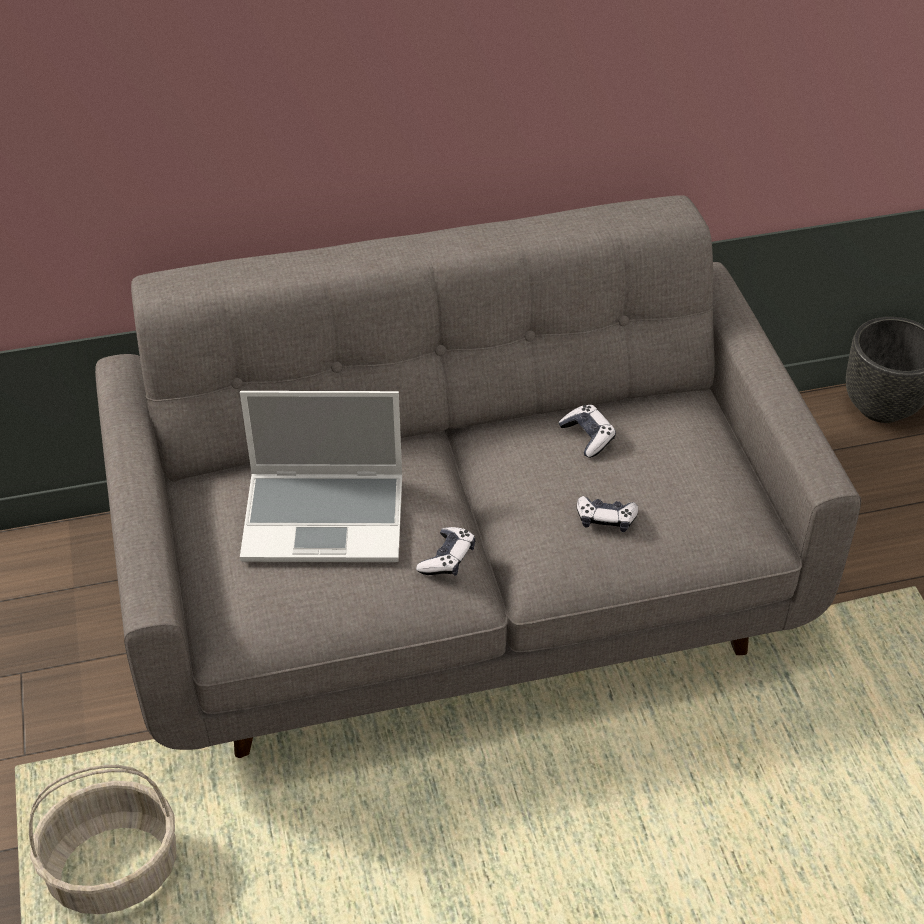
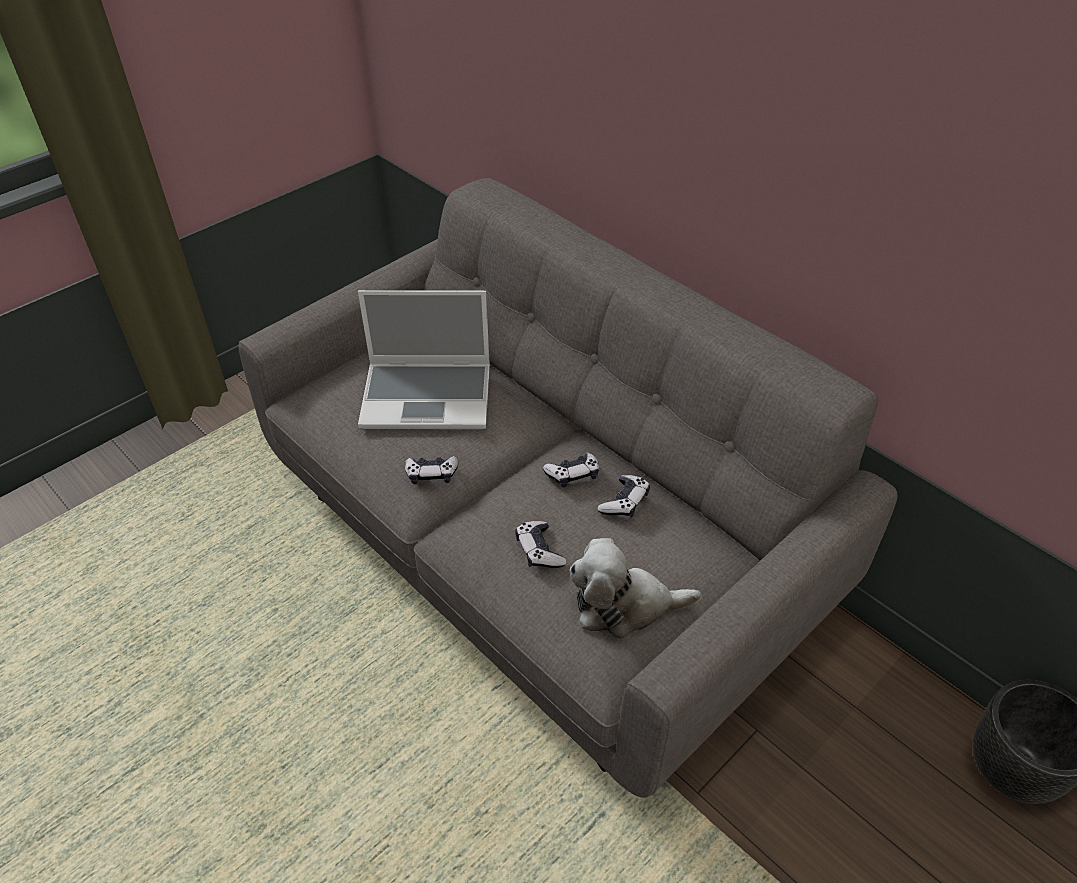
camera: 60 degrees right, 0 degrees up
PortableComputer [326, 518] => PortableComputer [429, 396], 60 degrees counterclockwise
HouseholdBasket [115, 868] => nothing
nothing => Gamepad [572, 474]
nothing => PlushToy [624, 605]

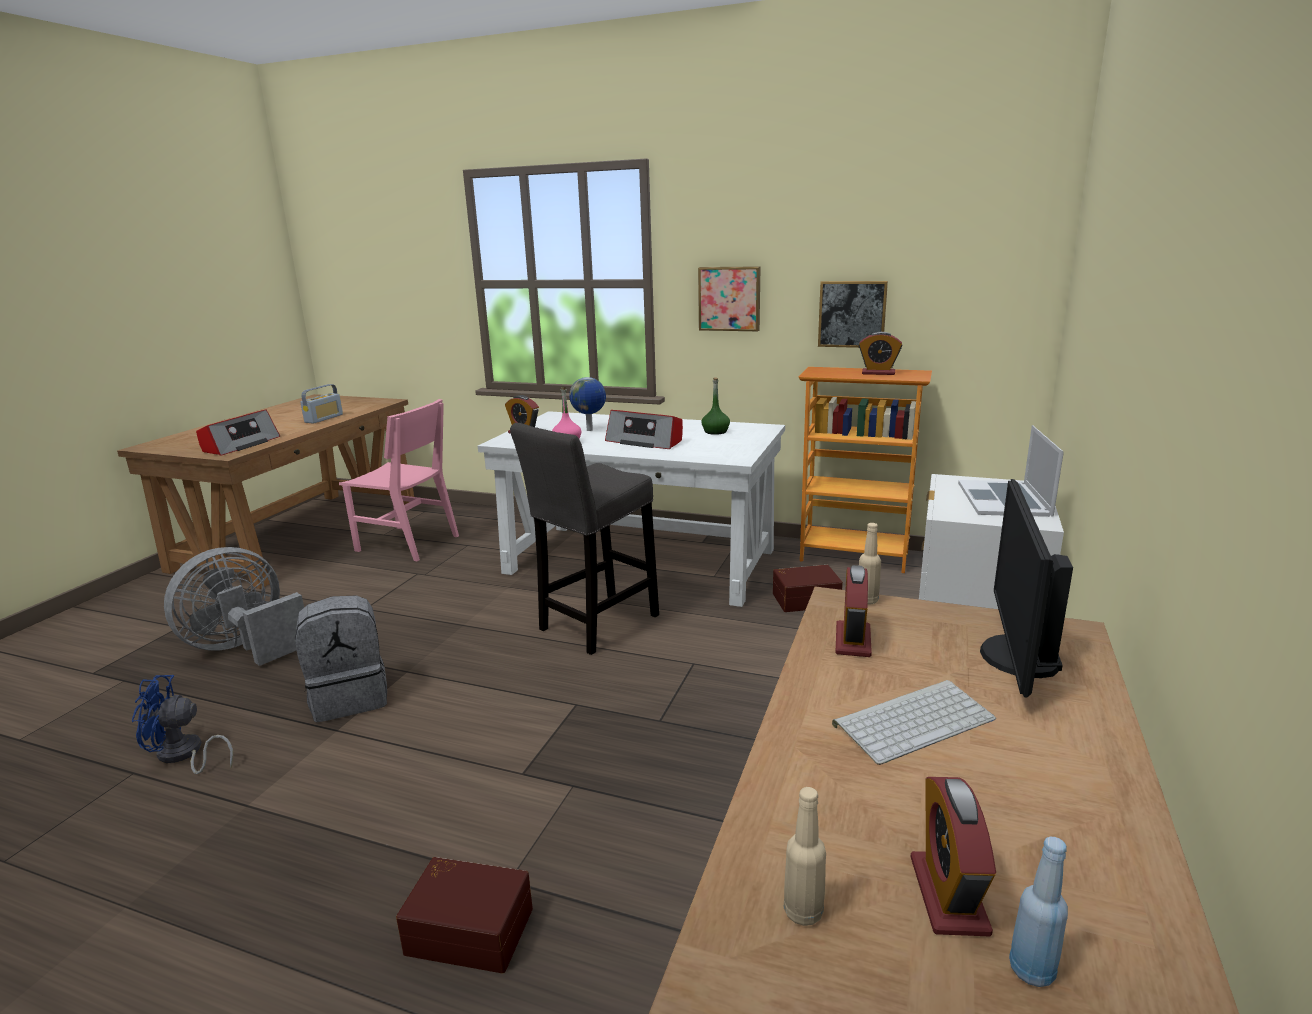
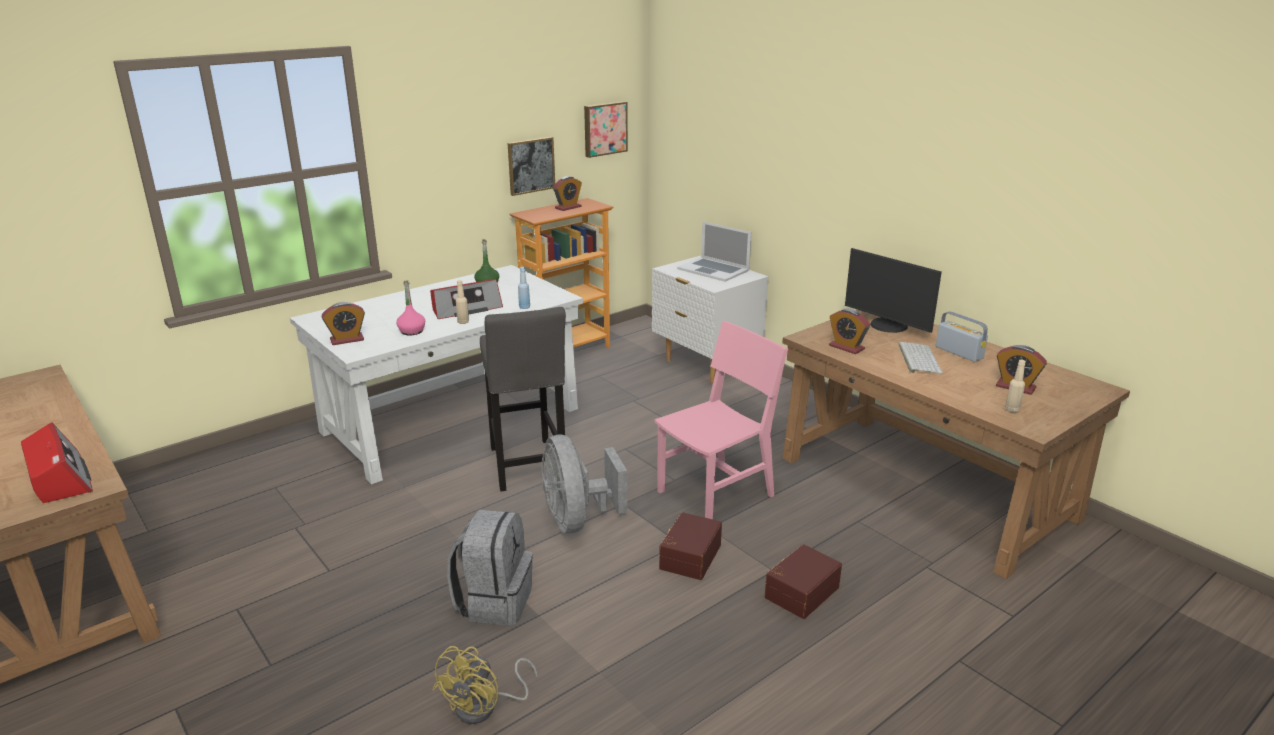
camera: 60 degrees left, 5 degrees up
Picture [730, 298] => Picture [604, 128], moved
WorldGlobe [590, 430] => nothing
RadioSet [324, 418] => RadioSet [959, 352], moved
PinkishUprightChair [407, 543] => PinkishUprightChair [715, 493], moved
SandColouredDrinkBottle [867, 600] => SandColouredDrinkBottle [463, 322], moved
GrayFan [245, 647] => GrayFan [577, 520], moved
BrownishStorageBox [805, 599] => BrownishStorageBox [688, 556], moved
BlueFan [184, 755] => YellowFan [484, 707]
BlueDrinkBottle [1031, 970] => BlueDrinkBottle [524, 307], moved

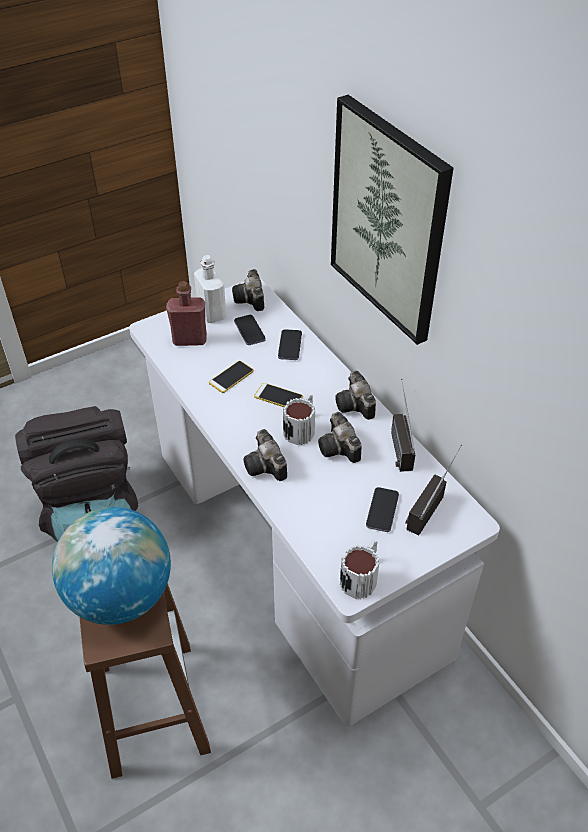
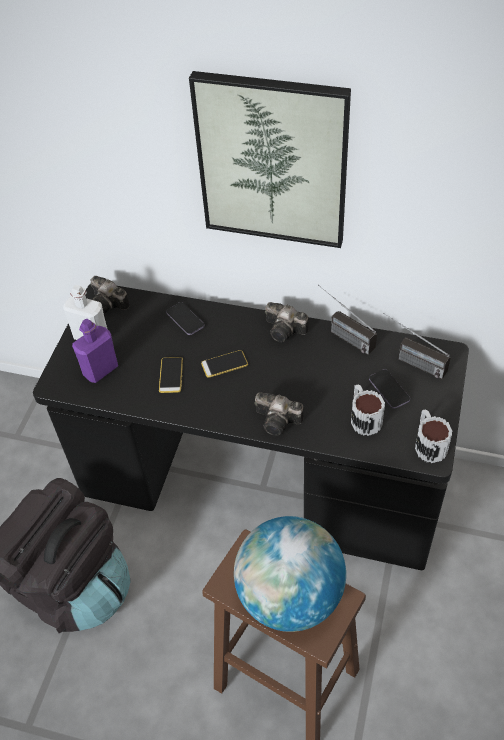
camera: 40 degrees left, 5 degrees up
WhiteColouredDeskTable [295, 549] => BlackishDeskTable [260, 483]
RedDrinkBottle [189, 340] => PurpleDrinkBottle [100, 370]
Phone [249, 331] => nothing
CoffeeMug [301, 428] => CoffeeMug [363, 417], moved
PhotoCamera [340, 449] => nothing
RadioSet [430, 502] => RadioSet [410, 360], 45 degrees counterclockwise

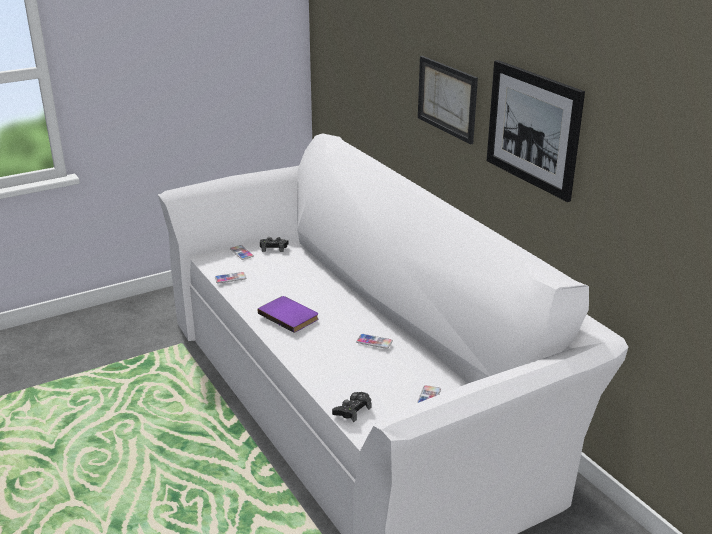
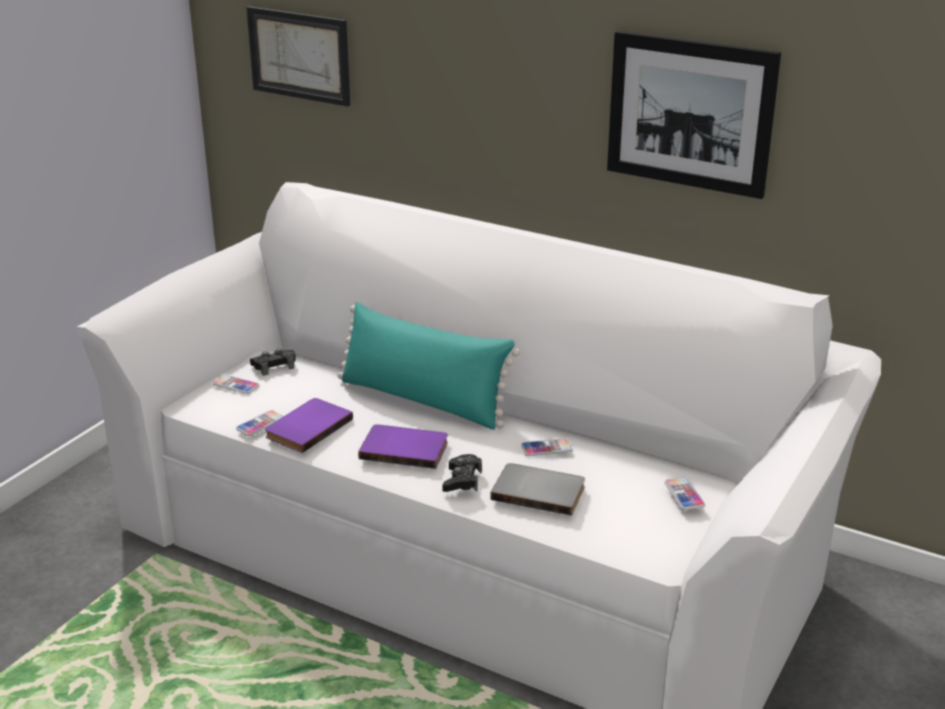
camera: 30 degrees left, 0 degrees up
Picture [447, 98] => Picture [299, 55], moved
BlackishGamepad [352, 410] => BlackishGamepad [462, 480], moved
nothing => TurquoisePillow [423, 400]
nothing => PurpleVolume [307, 427]
nothing => GrayVolume [539, 491]

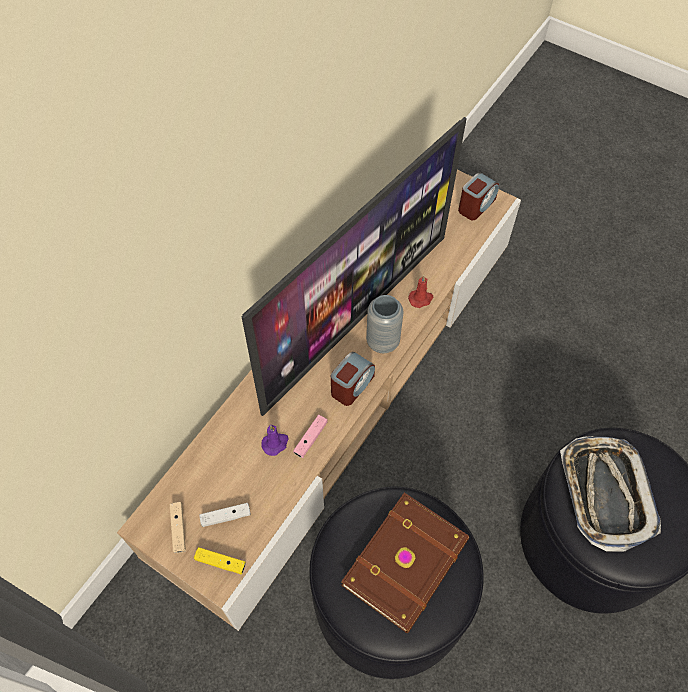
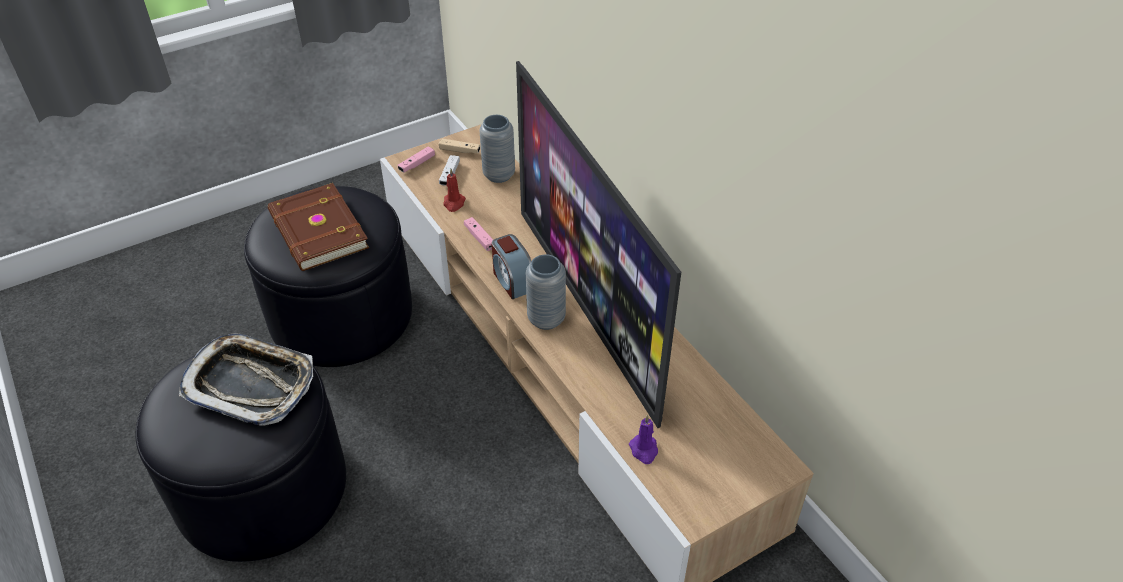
camera: 115 degrees right, 15 degrees down
TableClock [476, 205] => nothing
RedWaxLight [421, 299] => RedWaxLight [454, 203], moved
PurpleWaxLight [275, 443] => PurpleWaxLight [644, 450], moved
YellowGamepad [220, 562] => PinkishGamepad [417, 164]
nothing => GrayFlowerVase [499, 175]

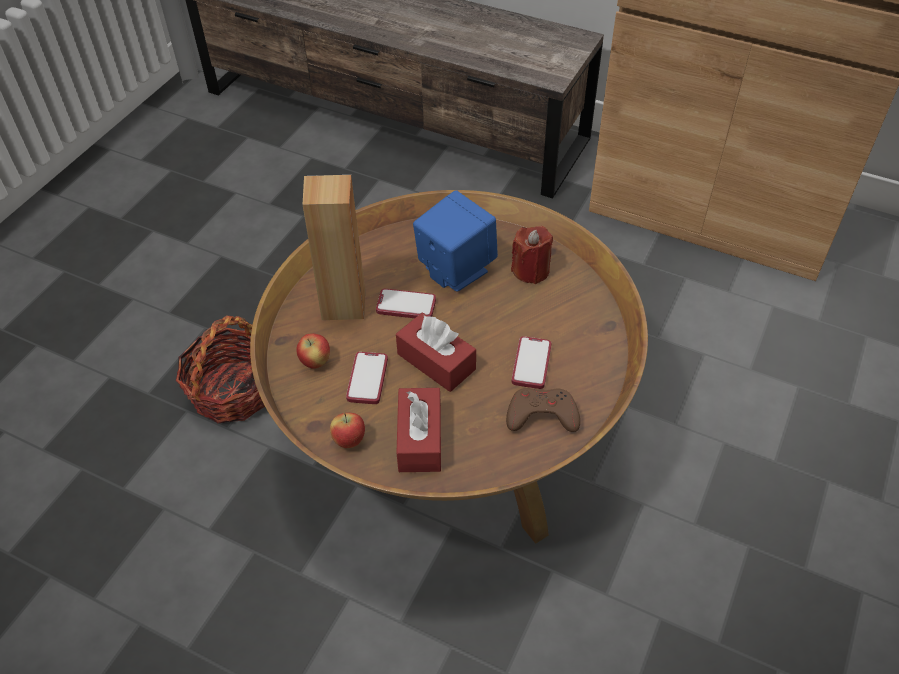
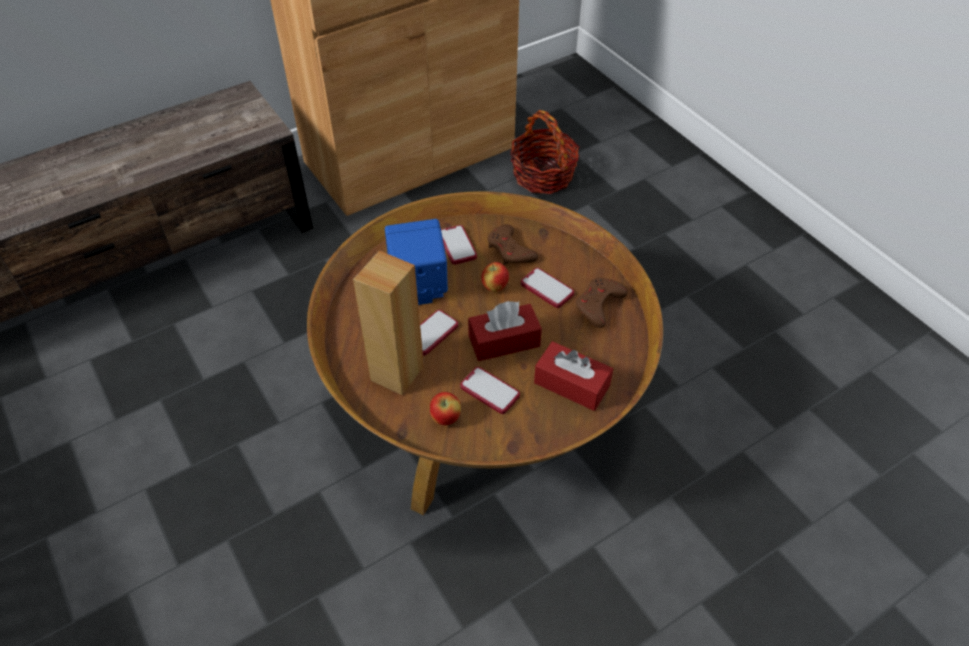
camera: 60 degrees left, 0 degrees up
RedWaxLight [531, 270] => Phone [457, 246]
HouseholdBasket [233, 391] => HouseholdBasket [543, 175], moved
AppleFruit [349, 441] => AppleFruit [495, 287], moved
nothing => BrownishGamepad [510, 250]

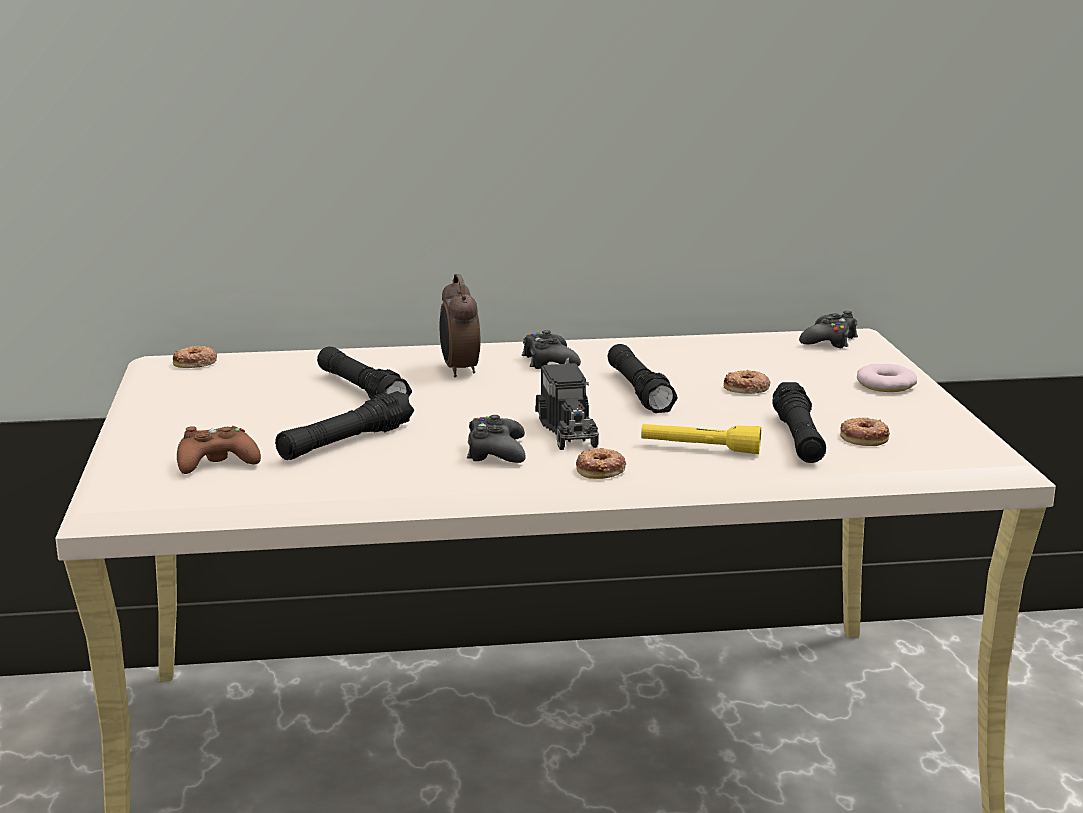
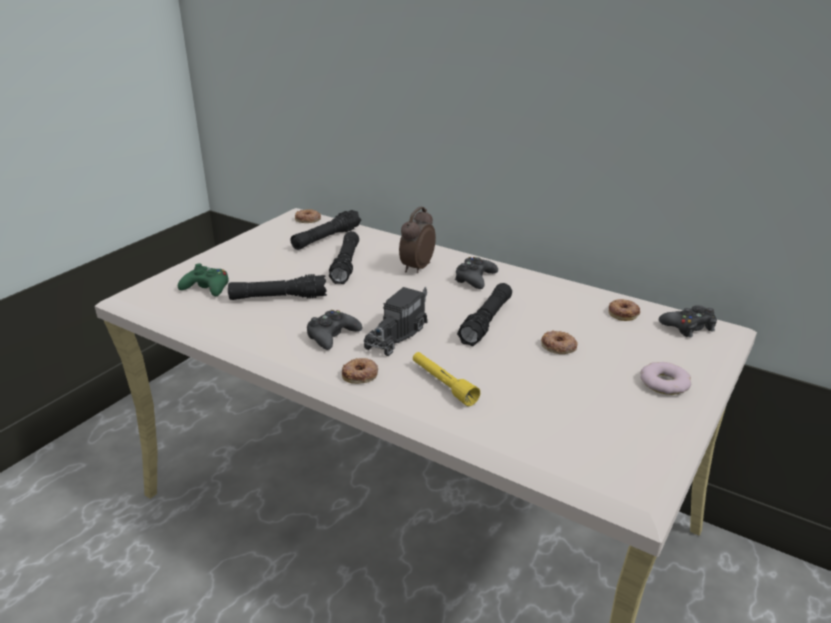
camera: 40 degrees right, 10 degrees up
BlackishHandTorch [798, 438] => BlackishHandTorch [326, 238], moved
Doughnut [864, 437] => Doughnut [623, 313], moved
BrownishGamepad [217, 462] => GreenishGamepad [206, 288]

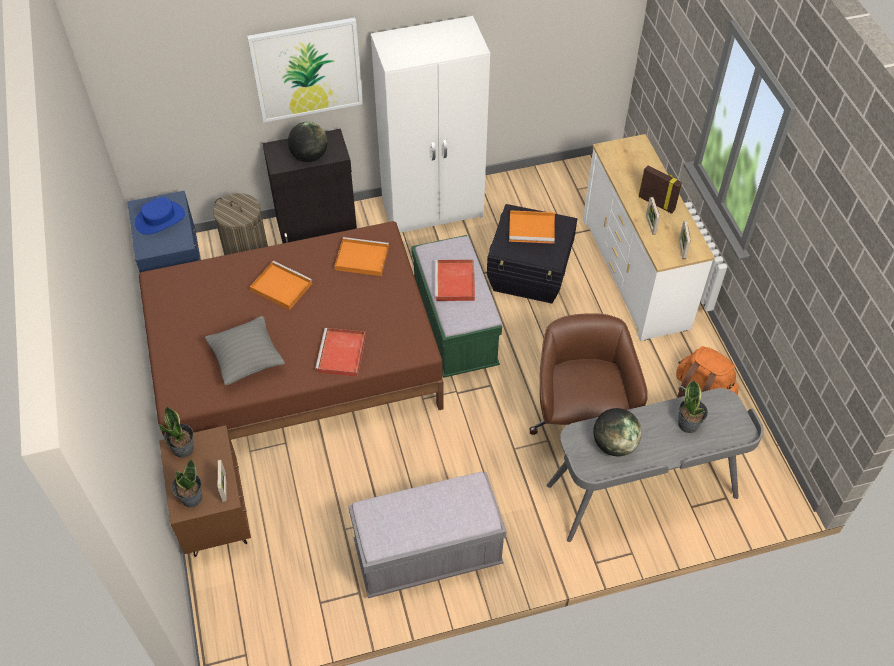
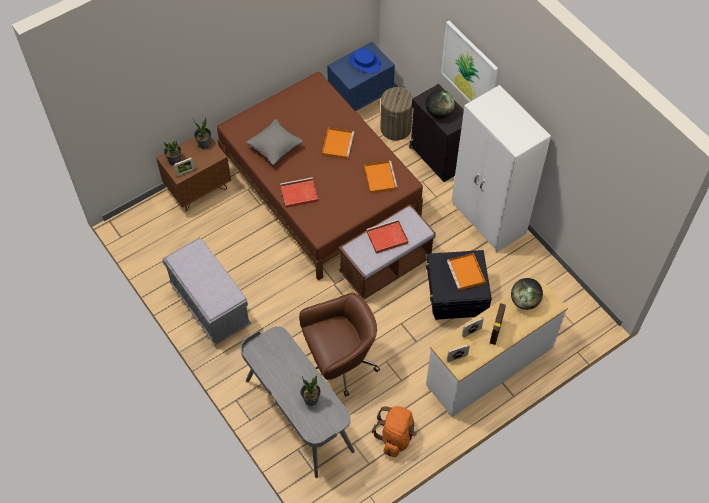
camera: 70 degrees right, 5 degrees up
GreenishIndoorBench [454, 329] => BrownishIndoorBench [385, 266]
WorldGlobe [614, 444] => WorldGlobe [524, 301], moved

